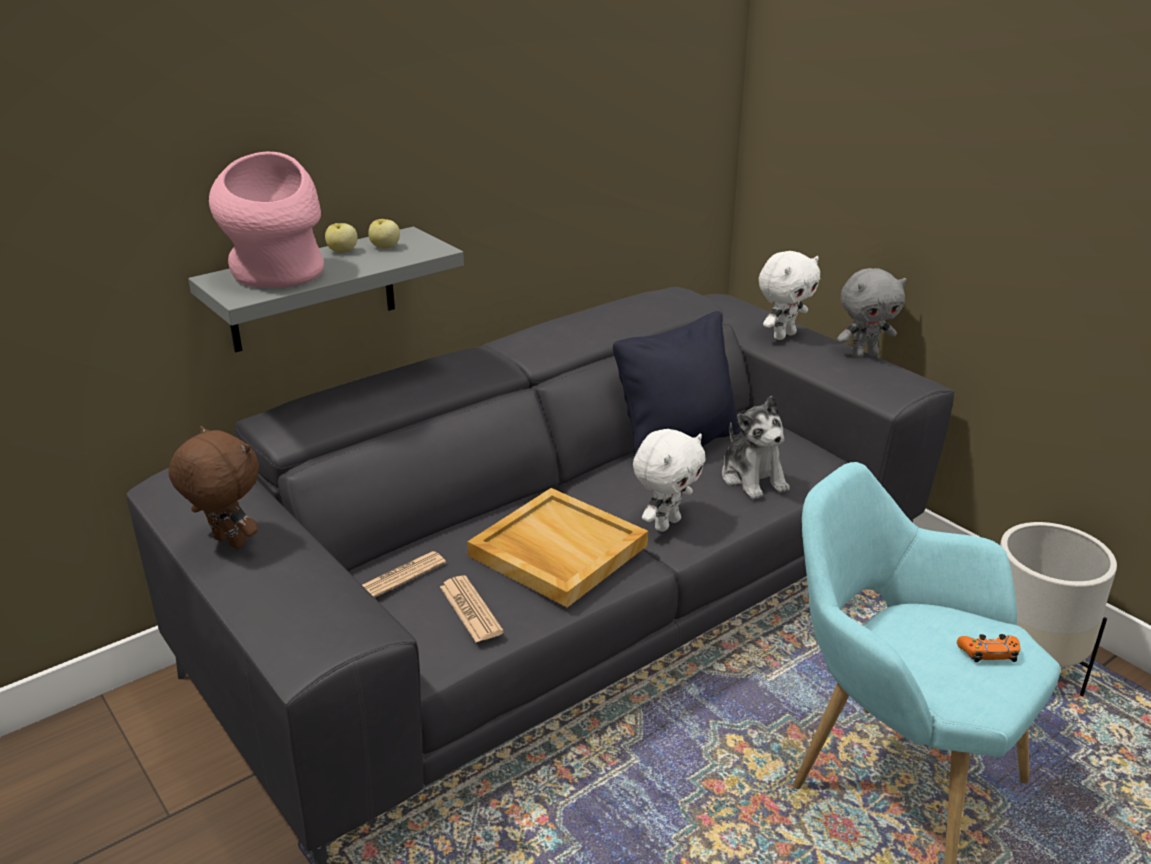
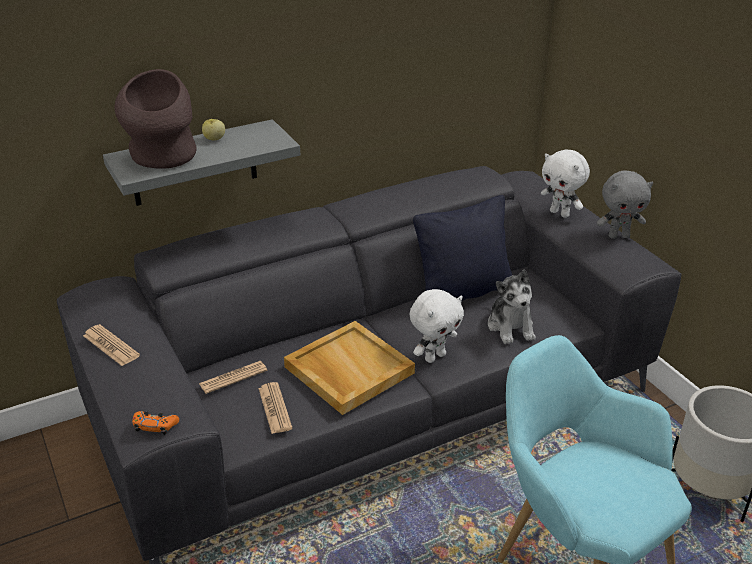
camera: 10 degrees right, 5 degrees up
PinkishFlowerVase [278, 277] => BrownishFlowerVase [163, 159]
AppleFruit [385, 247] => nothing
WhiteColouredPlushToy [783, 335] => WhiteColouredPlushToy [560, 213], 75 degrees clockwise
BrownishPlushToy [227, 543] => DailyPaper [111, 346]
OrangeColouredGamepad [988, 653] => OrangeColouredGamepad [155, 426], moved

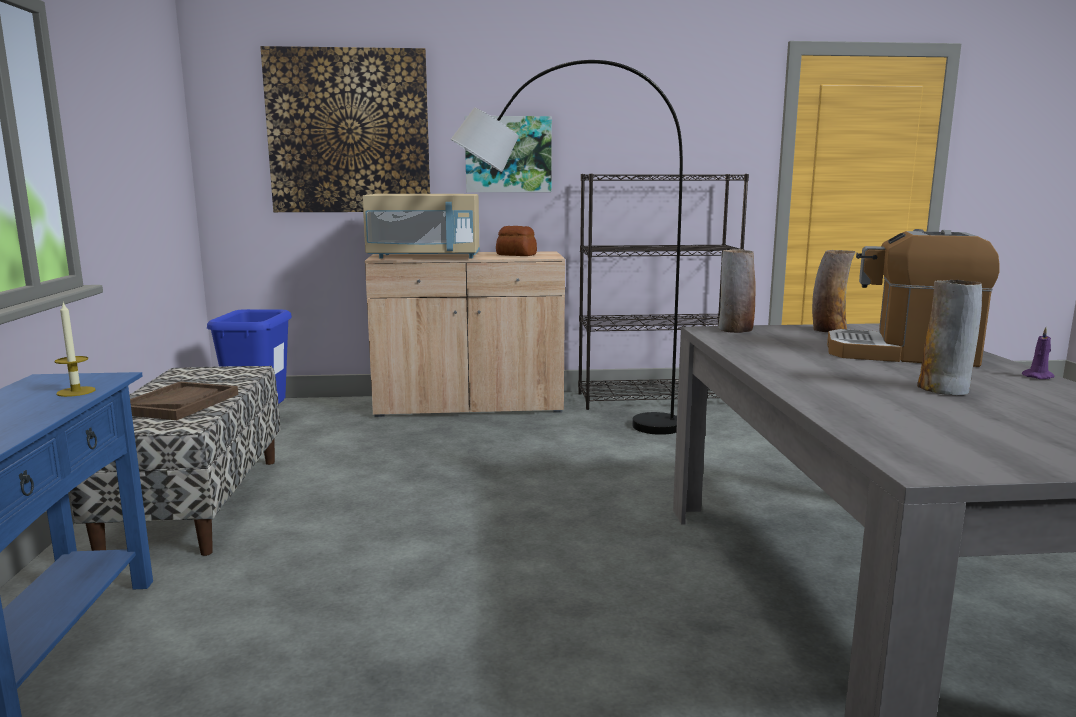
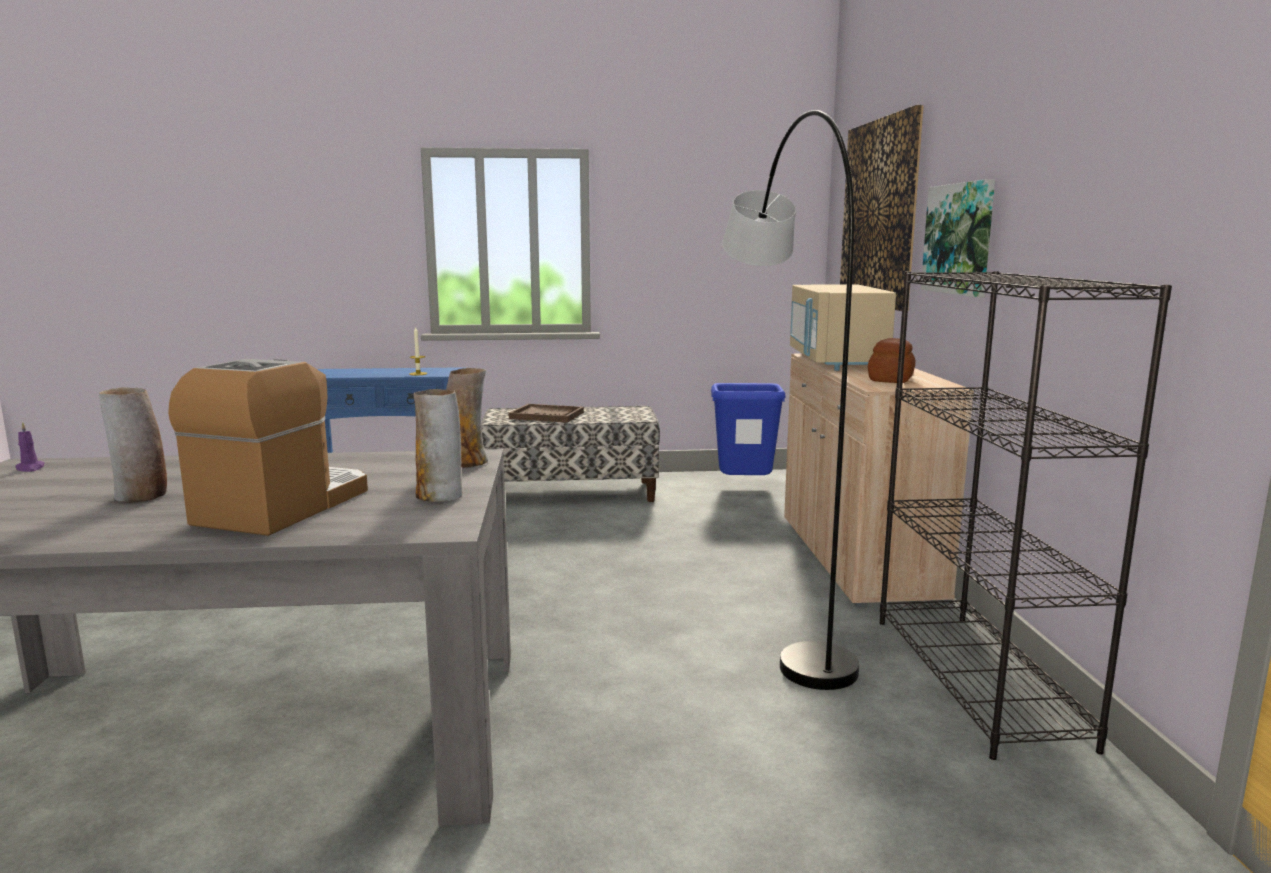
camera: 90 degrees right, 0 degrees up
PurpleWaxLight [1038, 376] => PurpleWaxLight [30, 468], moved

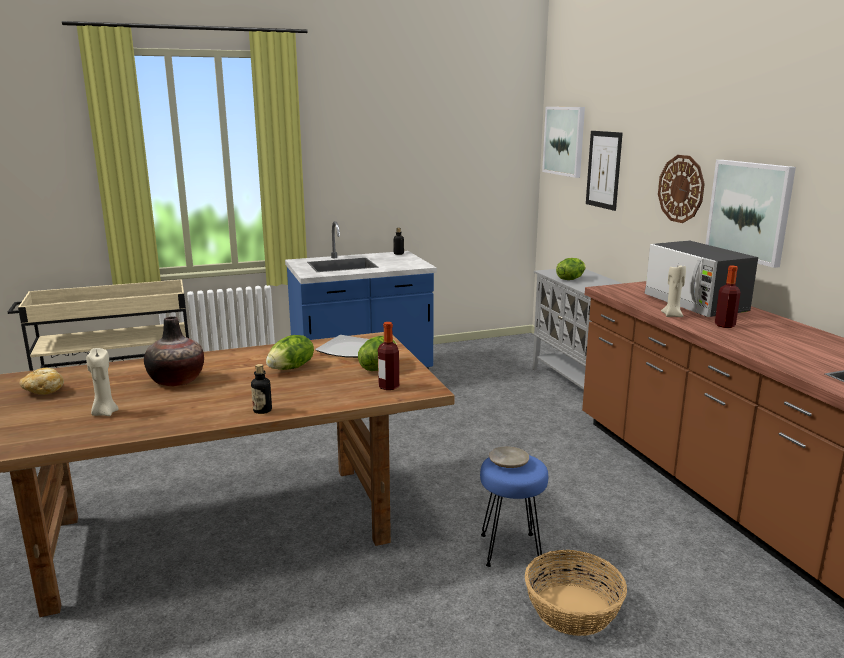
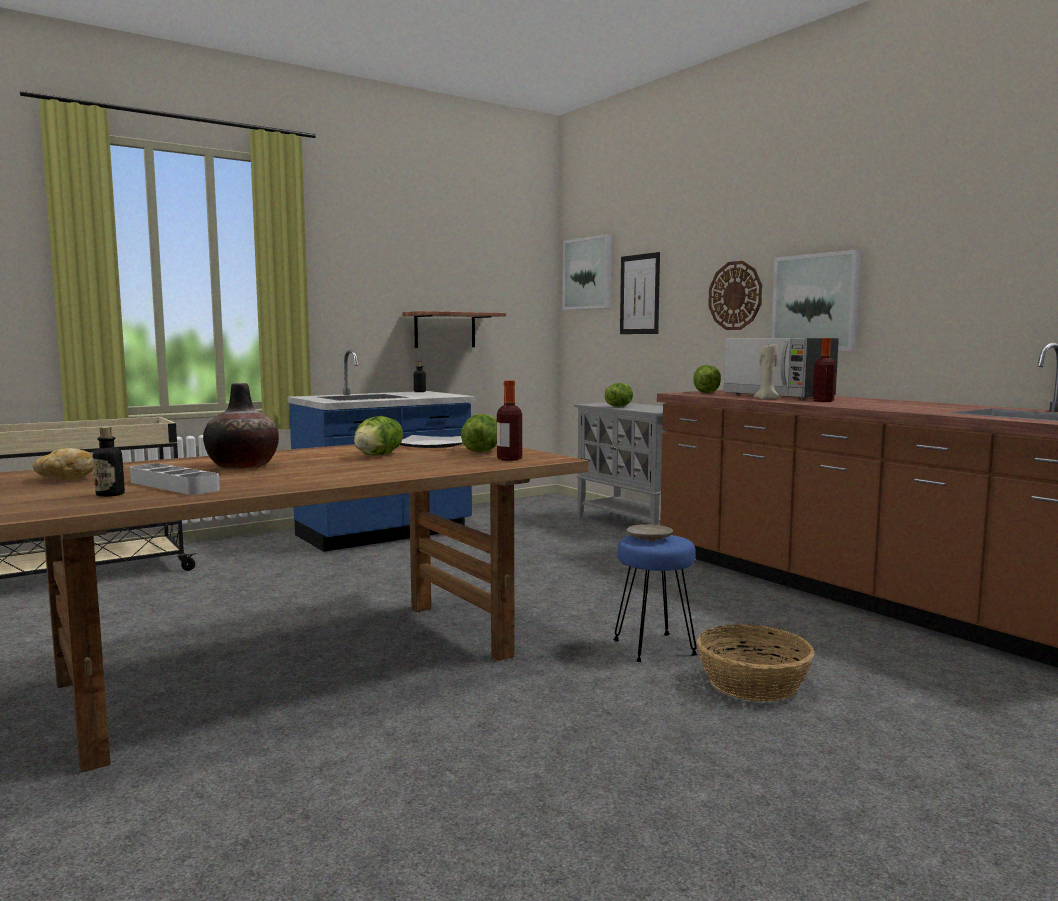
camera: 15 degrees left, 10 degrees down
SandColouredWaxLight [104, 413] => GrayServingTray [174, 486]
DrinkBottle [262, 410] => DrinkBottle [110, 494], moved
nothing => WallShelf [445, 330]
nothing => Lettuce [706, 392]

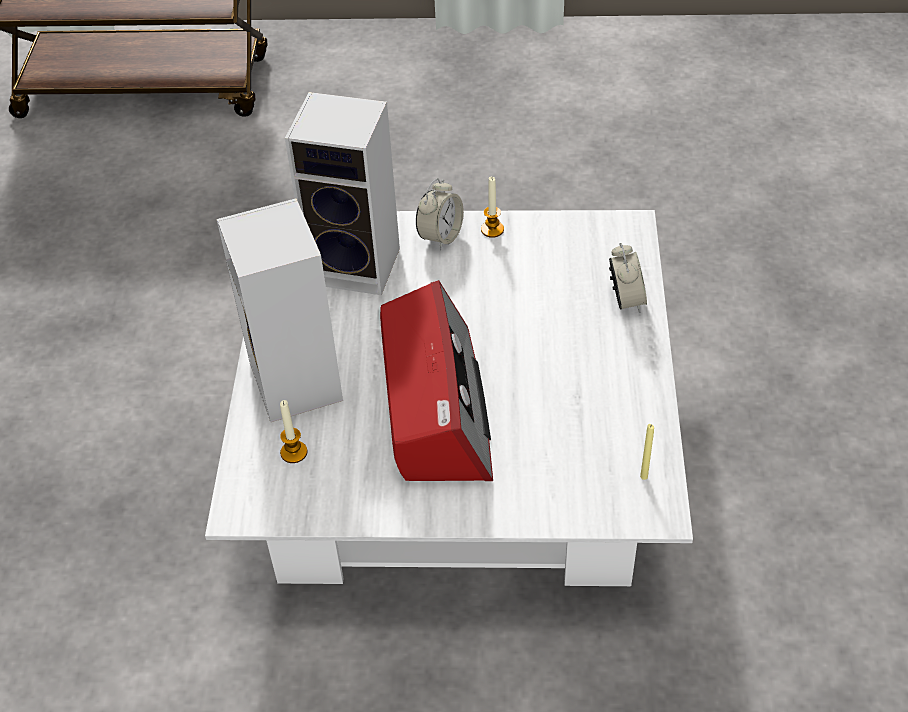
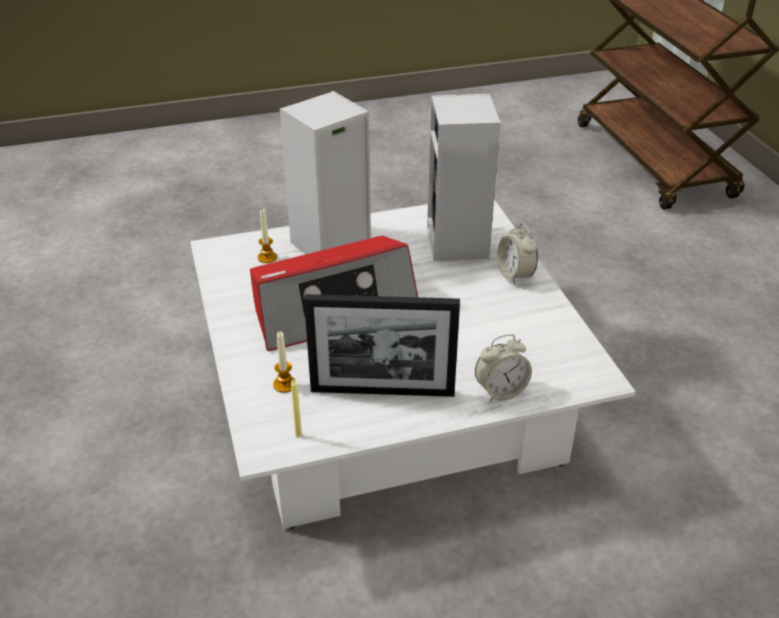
camera: 70 degrees right, 10 degrees down
WaxLight [492, 229] => WaxLight [284, 384], moved
TableClock [440, 236] => TableClock [515, 275], 60 degrees clockwise
nothing => StandingFrame [382, 391]

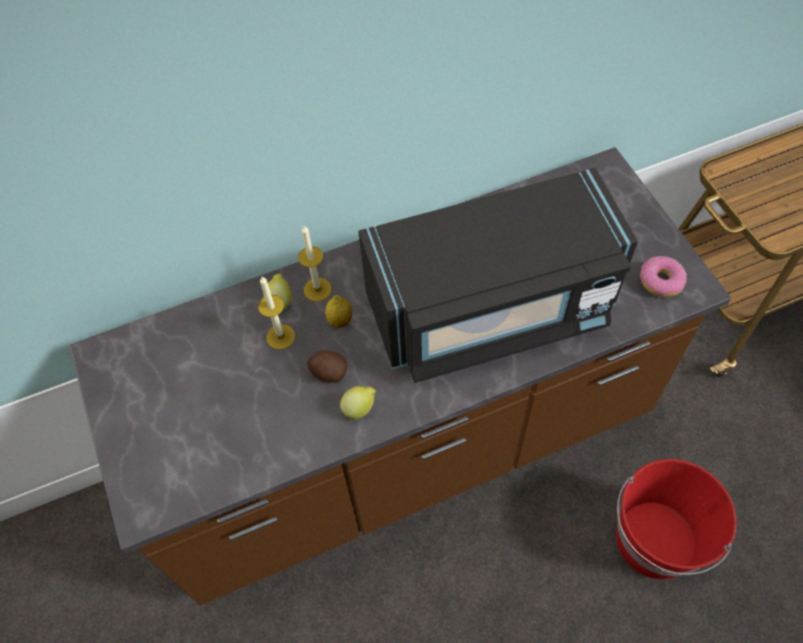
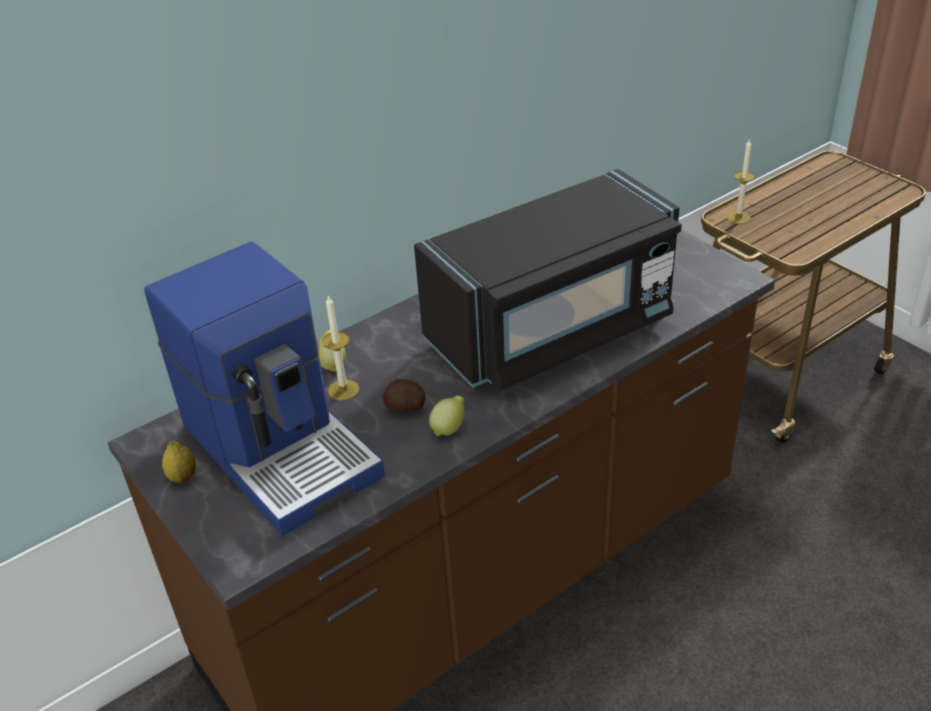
camera: 15 degrees left, 20 degrees down
WaxLight [317, 289] => WaxLight [738, 217], moved
Doughnut [660, 281] => nothing
Lemon [340, 320] => Lemon [183, 477], moved
RedPail [655, 541] => nothing
nothing => CoffeeMachine [282, 447]

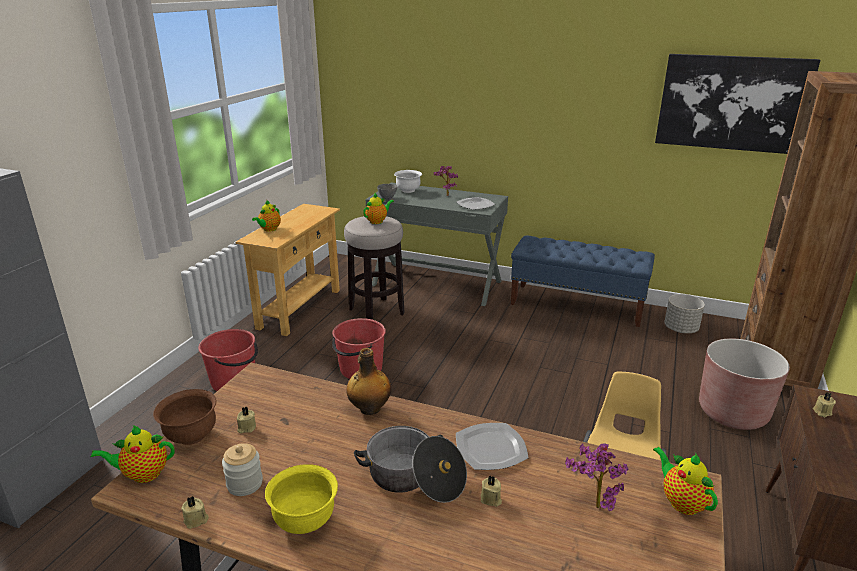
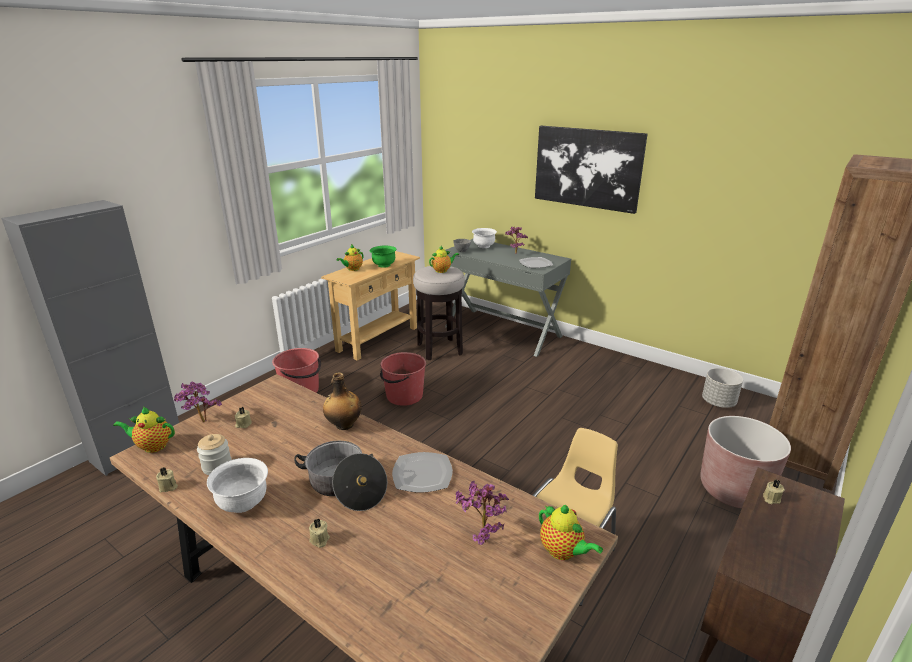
camera: 15 degrees right, 0 degrees up
Picture [732, 103] => Picture [587, 168], moved
BlueIndoorBench [577, 305] => nothing
BrownishDeepDish [191, 436] => PottedPlant [201, 423]
Teapot [681, 502] => Teapot [563, 552], 150 degrees clockwise
YellowDeepDish [305, 521] => WhiteColouredDeepDish [243, 503]
SandColouredWaxLight [491, 499] => SandColouredWaxLight [319, 540], moved
nothing => GreenishDeepDish [384, 265]

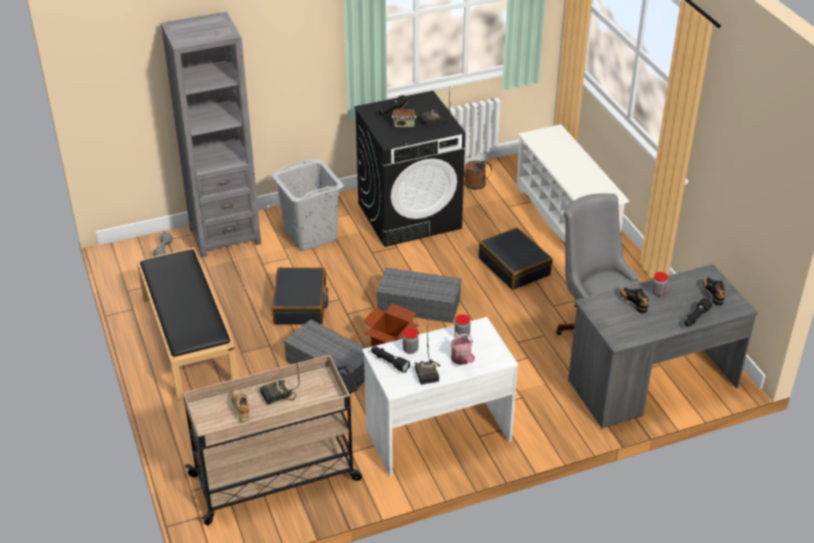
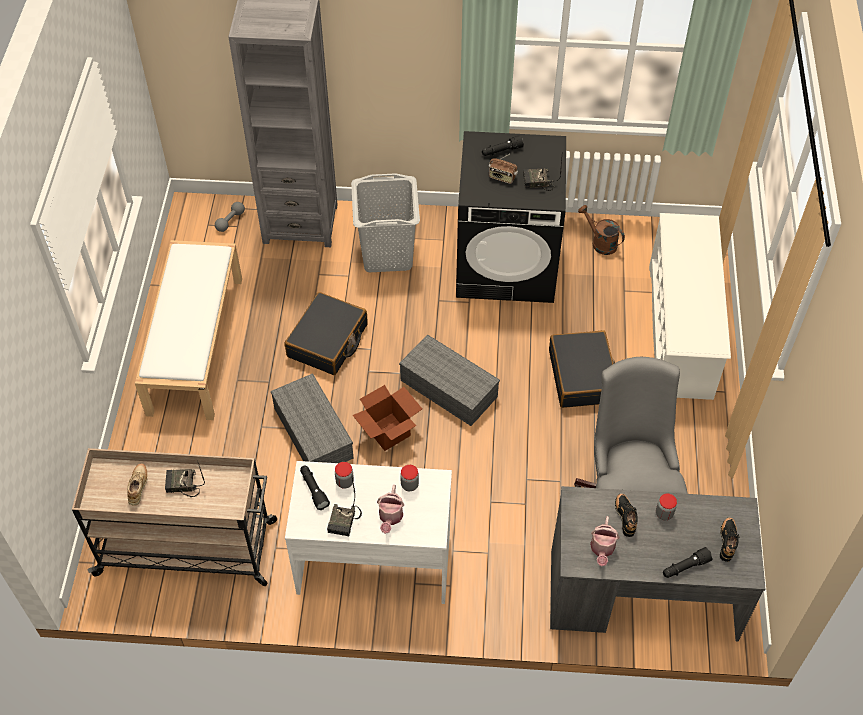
camera: 25 degrees right, 15 degrees up
BlackishIndoorBench [188, 339] => WhiteColouredIndoorBench [195, 343]
nothing => WateringPot [602, 549]

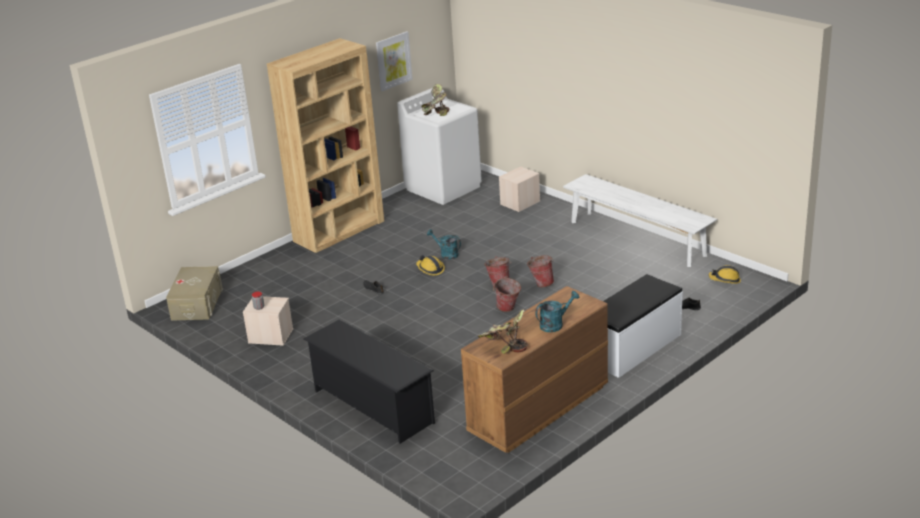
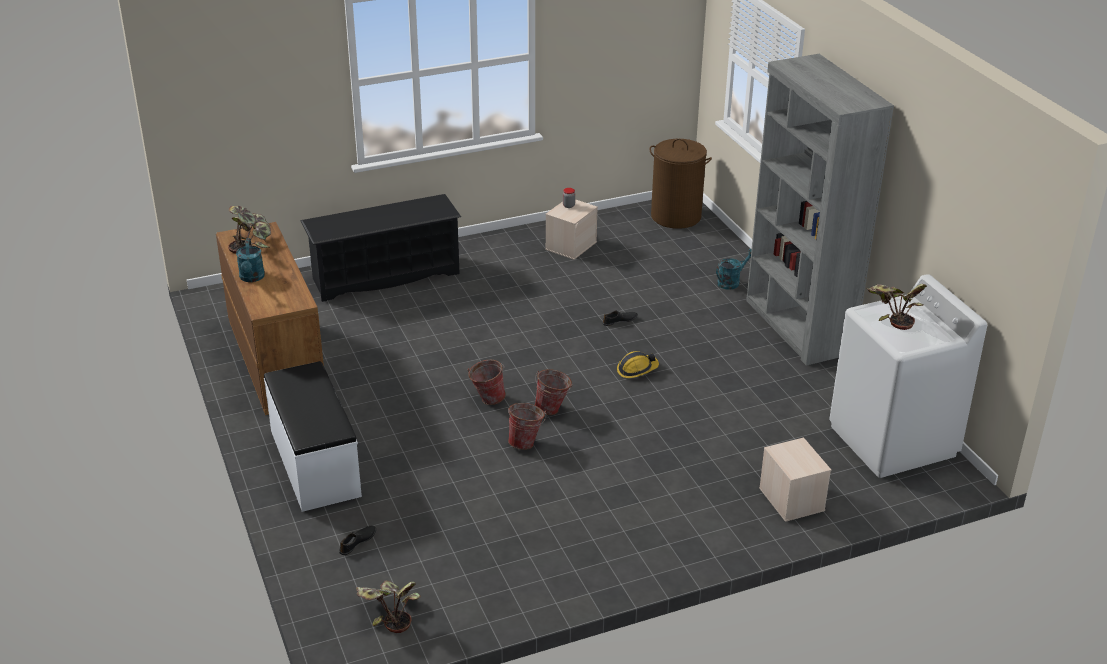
camera: 110 degrees right, 5 degrees up
Picture [393, 61] => nothing
BrownishBookshelf [339, 231] => GrayBookshelf [798, 327]
WhiteColouredIndoorBench [637, 238] => nothing
TurquoiseWateringPot [446, 254] => TurquoiseWateringPot [731, 282], moved
WorkHelmet [725, 280] => PottedPlant [388, 613]
SandColouredStorageBox [197, 304] => BrownishWashingBasket [676, 216]

